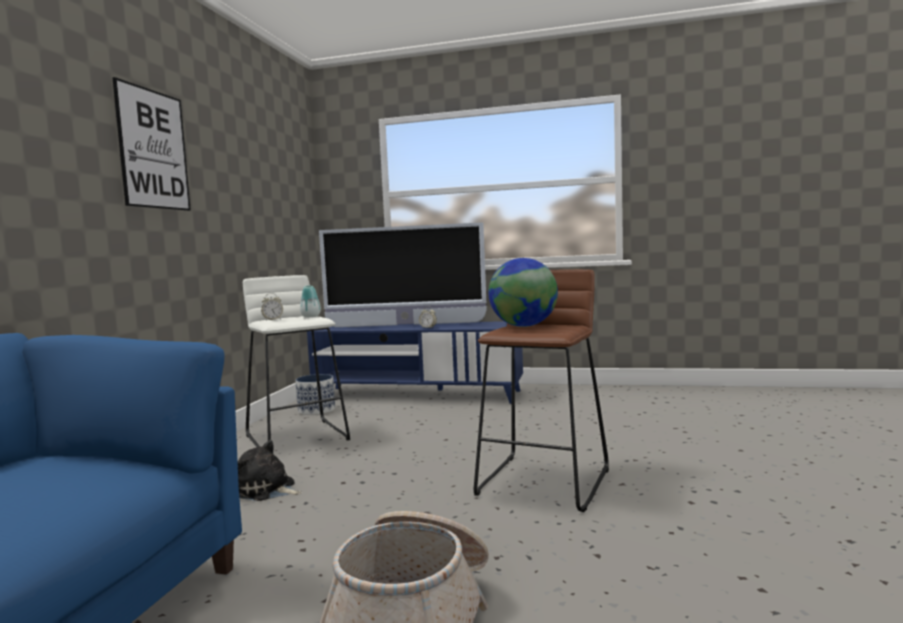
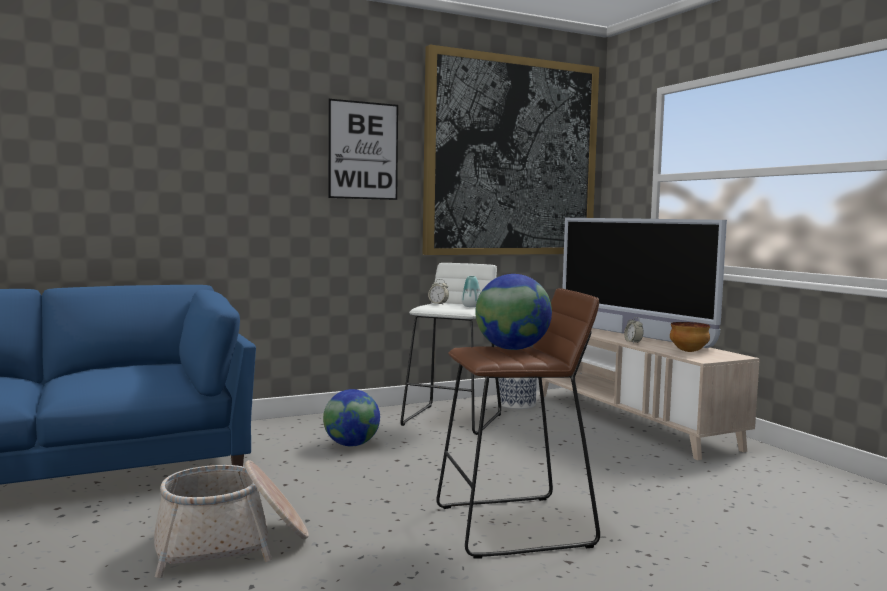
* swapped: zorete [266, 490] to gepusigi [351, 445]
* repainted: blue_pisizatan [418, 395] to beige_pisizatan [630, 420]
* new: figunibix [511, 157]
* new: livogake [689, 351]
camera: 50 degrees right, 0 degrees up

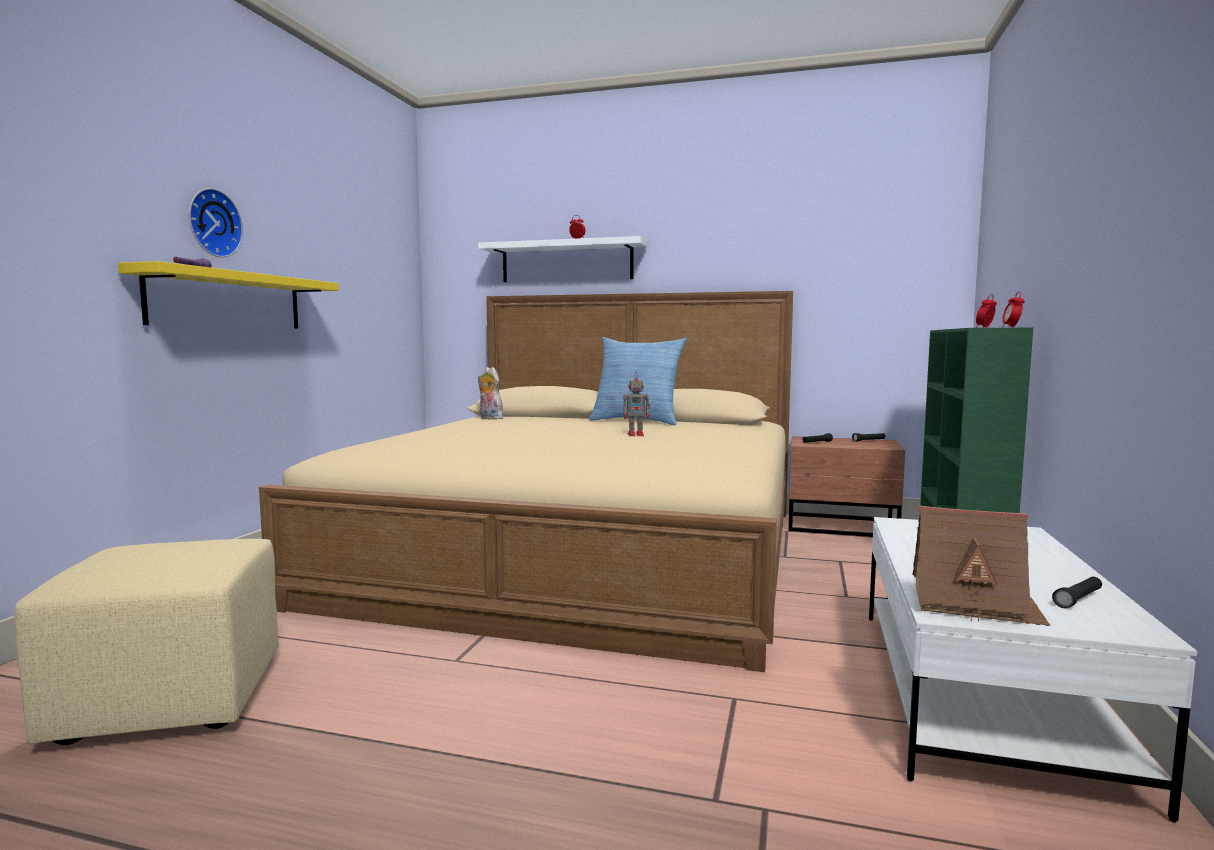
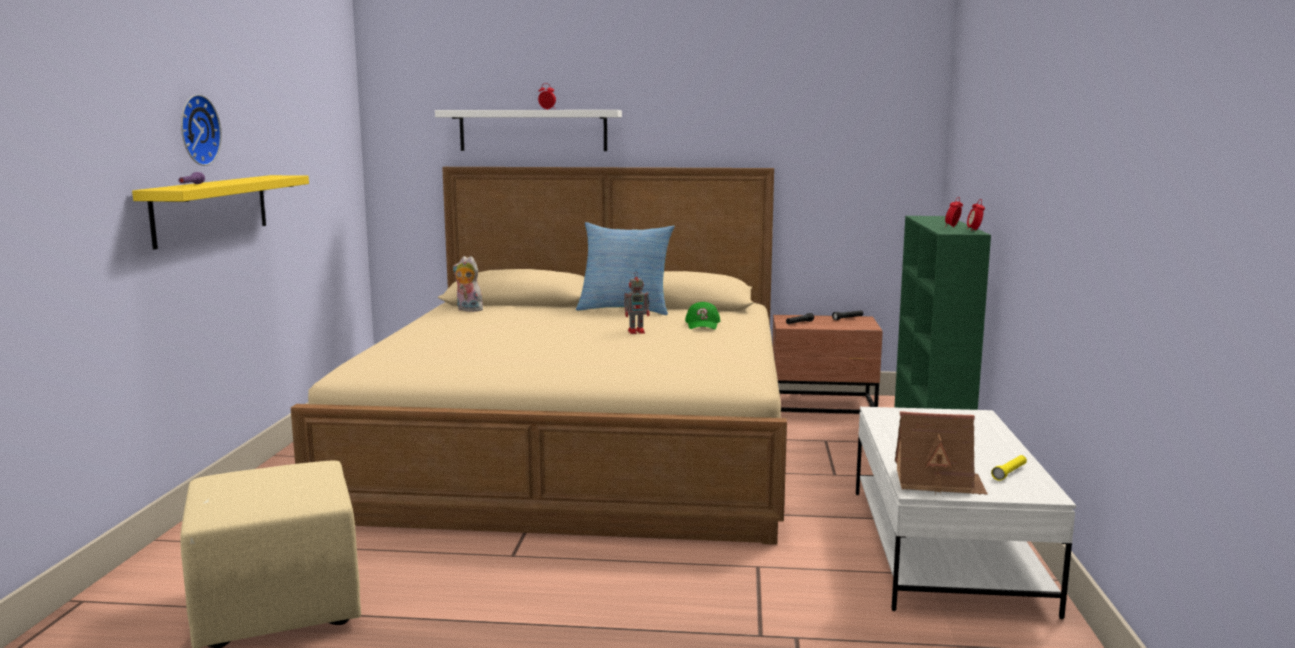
* repainted: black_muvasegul [1078, 599] to yellow_muvasegul [1009, 473]
* new: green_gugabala [703, 324]
camera: 10 degrees left, 5 degrees up

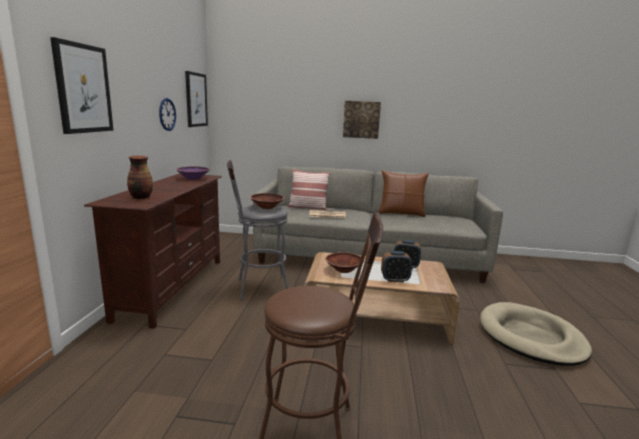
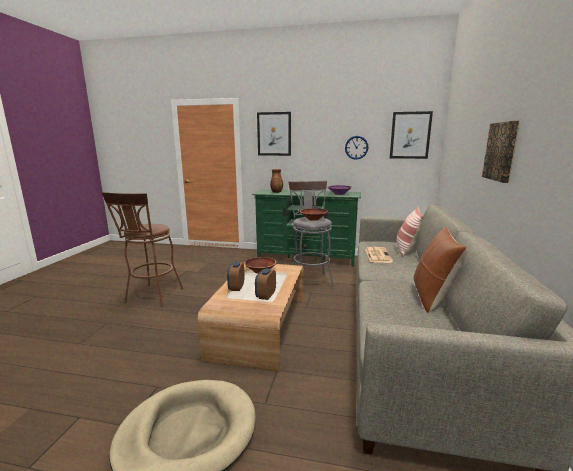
* repainted: brown_pisizatan [172, 287] to green_pisizatan [306, 258]
camera: 95 degrees right, 0 degrees up

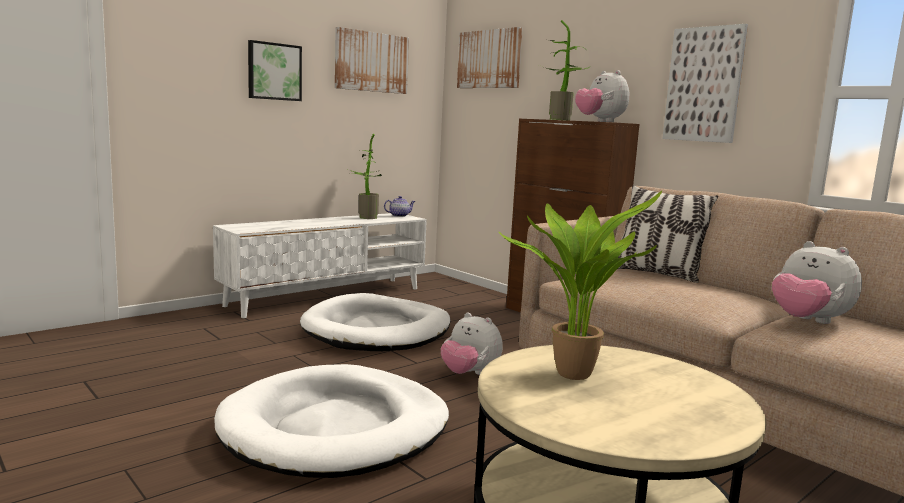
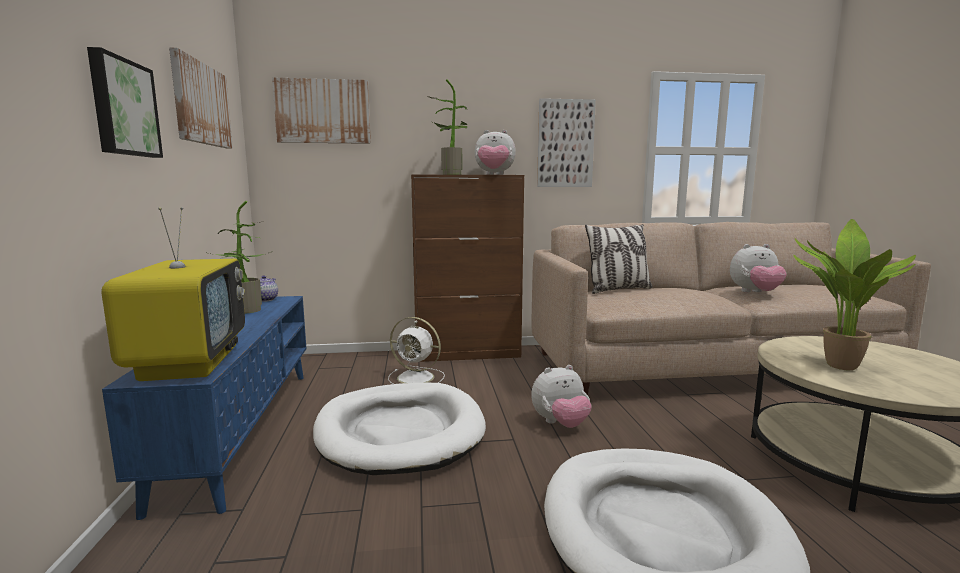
* repainted: white_pisizatan [327, 296] to blue_pisizatan [241, 429]
* new: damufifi [190, 362]
* new: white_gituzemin [417, 378]
camera: 55 degrees left, 0 degrees up

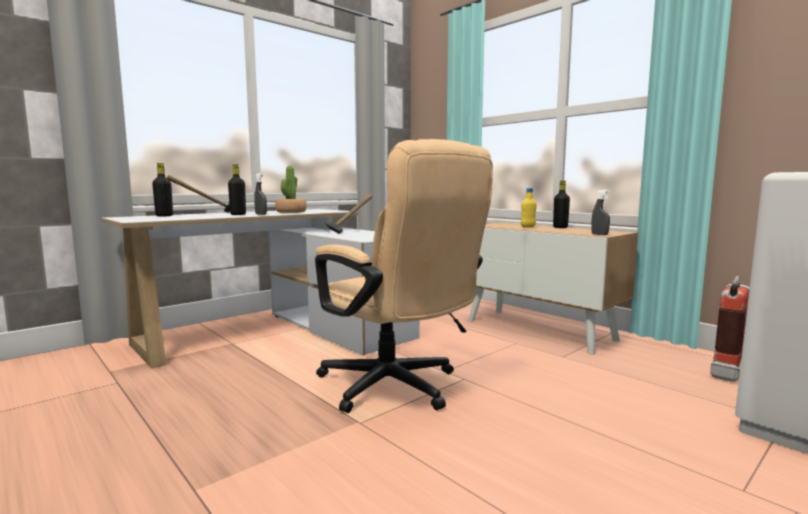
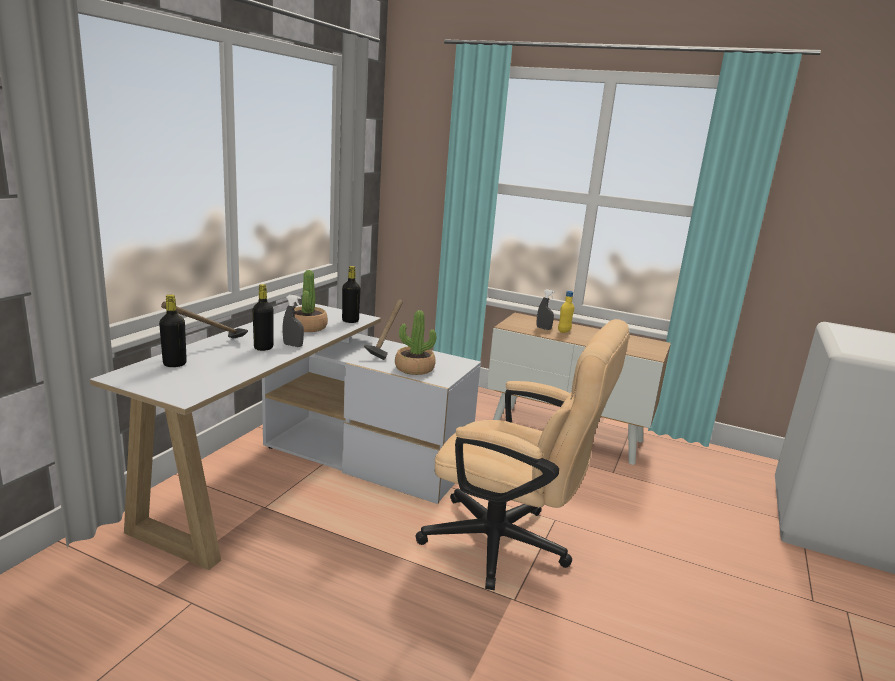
* shifted: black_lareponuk [560, 227] to [350, 321]
* shifted: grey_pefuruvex [599, 234] to [543, 328]
* gone: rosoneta [727, 372]
* new: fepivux [414, 368]
camera: 25 degrees left, 10 degrees up

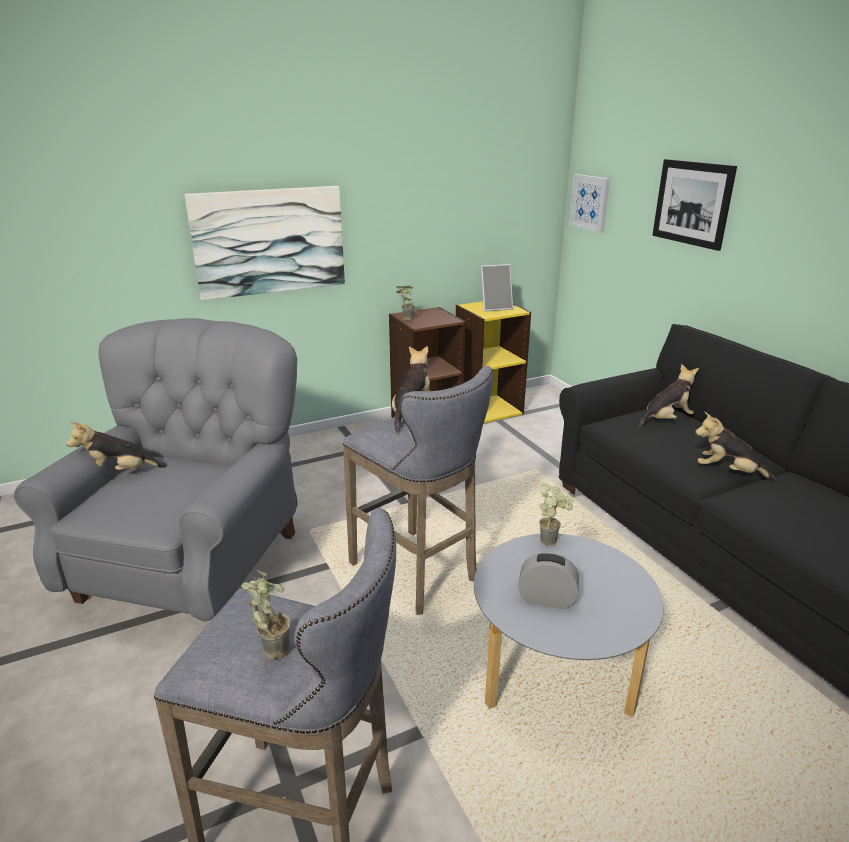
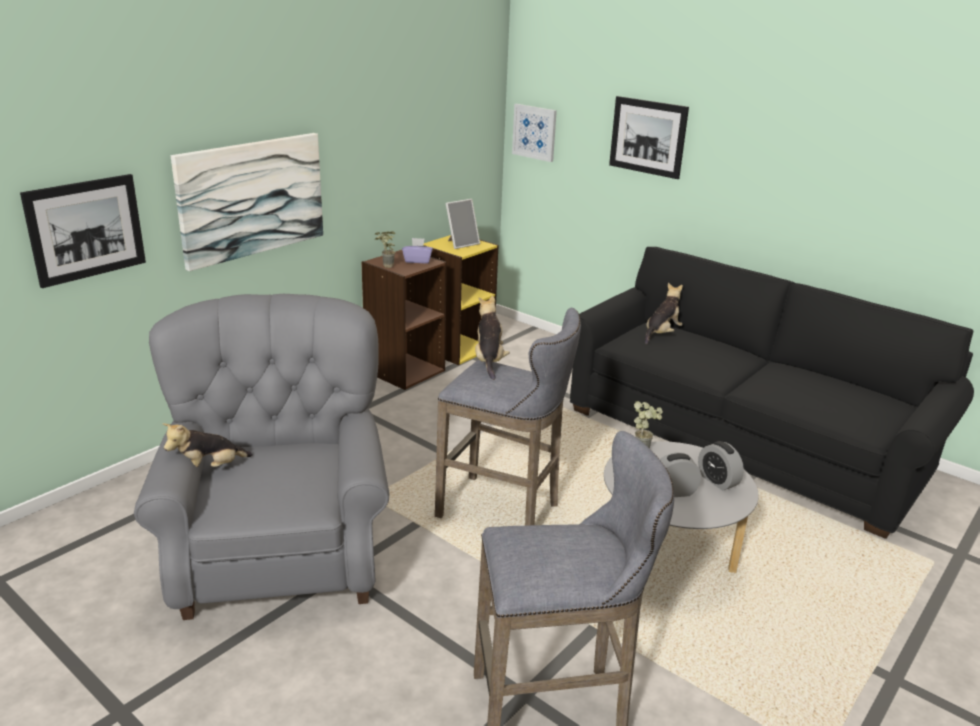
* gone: fepivux [271, 647]
* gone: zorete [728, 472]
* new: figunibix [86, 229]
* new: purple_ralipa [417, 261]
* new: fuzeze [717, 481]
camera: 25 degrees left, 0 degrees up

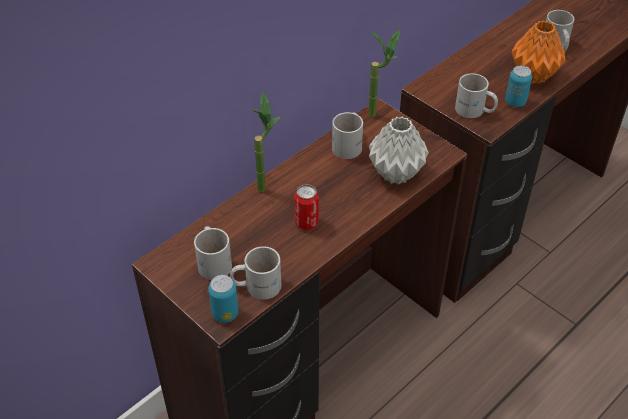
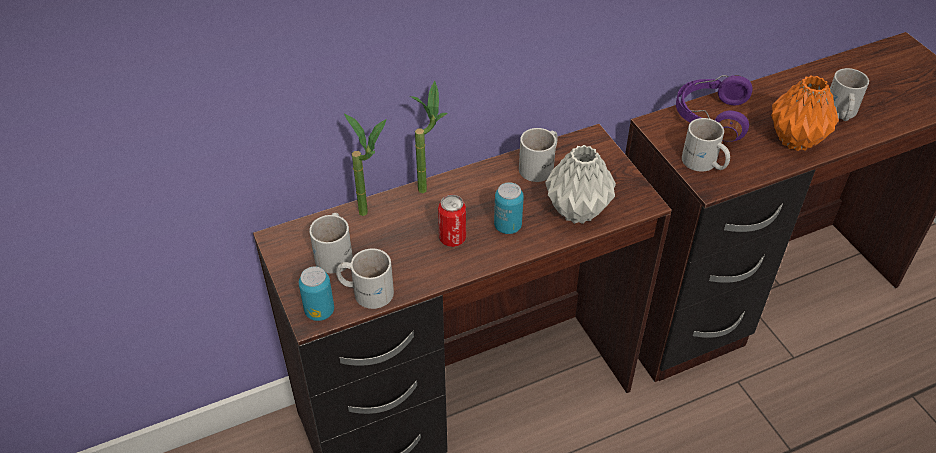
* shifted: fepivux [379, 113] to [372, 213]
* shifted: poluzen [515, 102] to [507, 226]
* new: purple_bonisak [710, 117]
camera: 20 degrees right, 0 degrees up

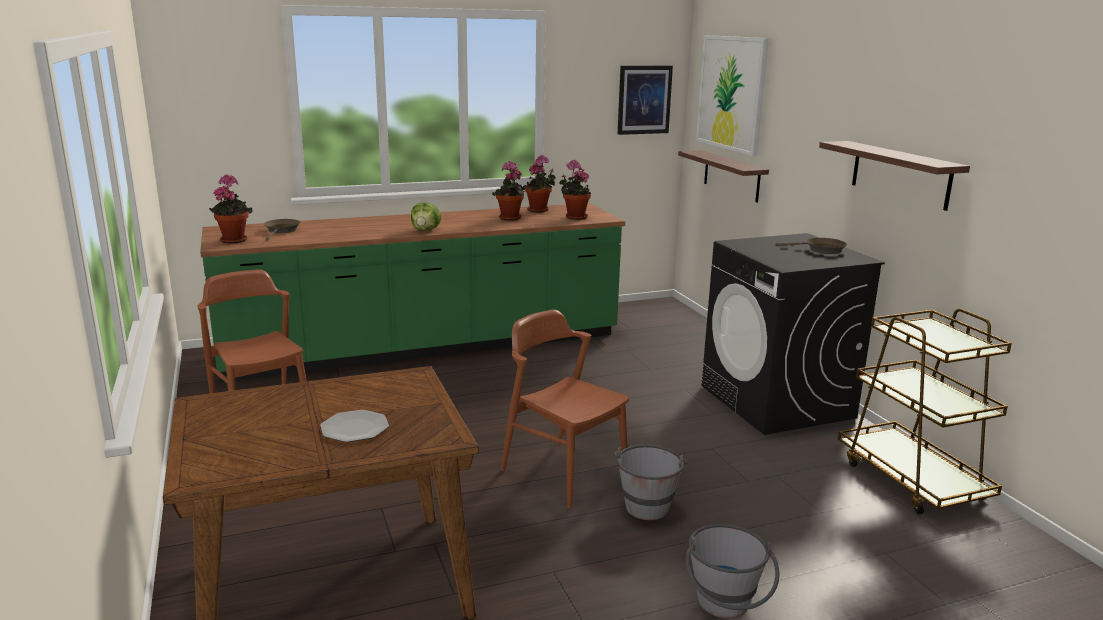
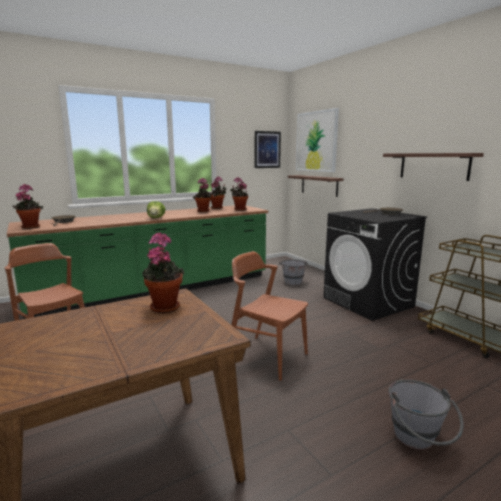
* gone: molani [355, 428]
* shifted: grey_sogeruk [647, 503] to [292, 281]
* new: fepivux [164, 306]
camera: 10 degrees left, 5 degrees down

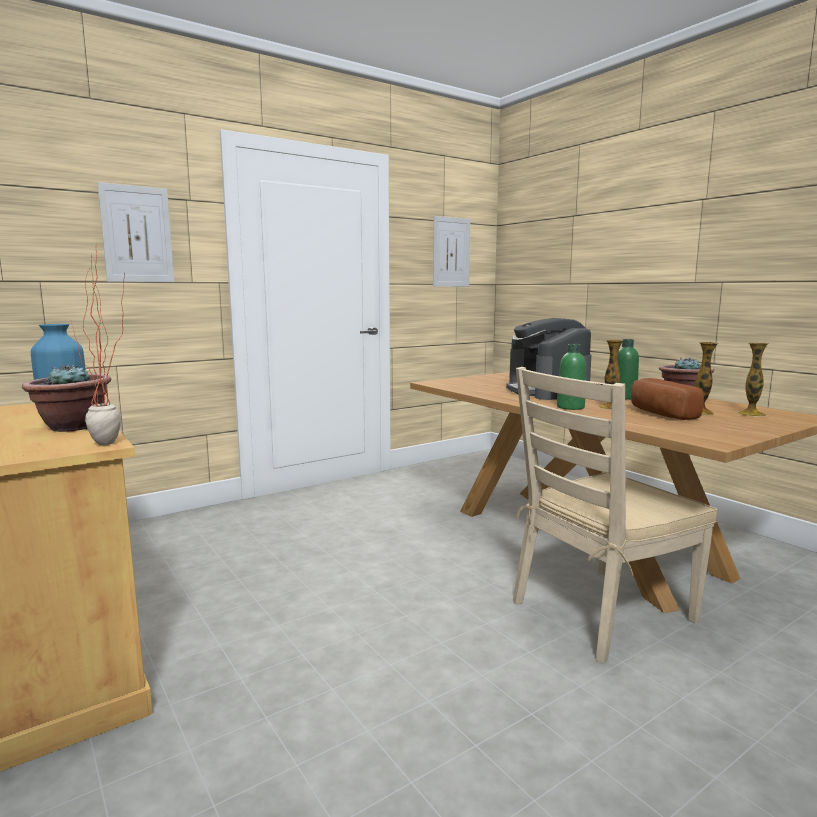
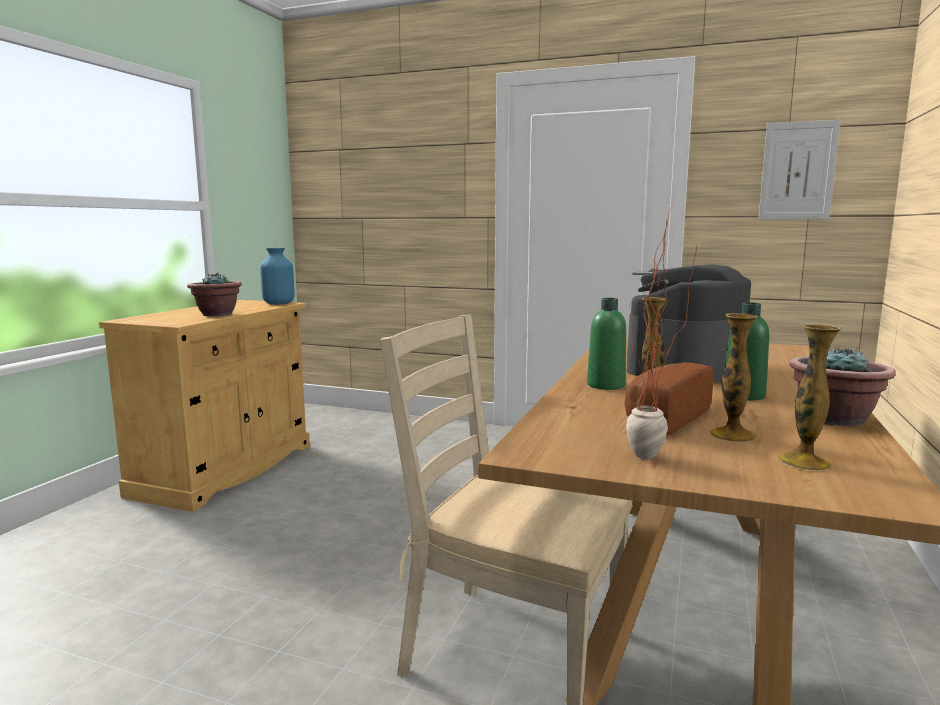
* shifted: fepivux [112, 445] to [650, 461]
* gone: figunibix [137, 234]
camera: 55 degrees right, 0 degrees up

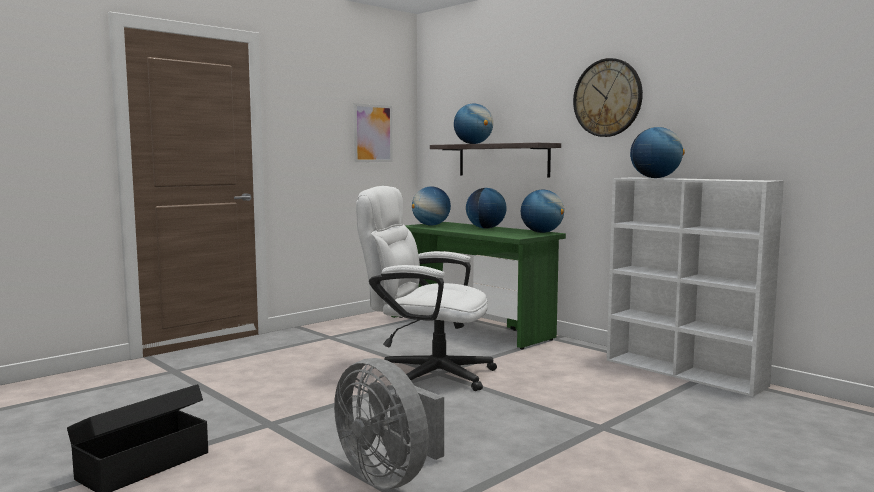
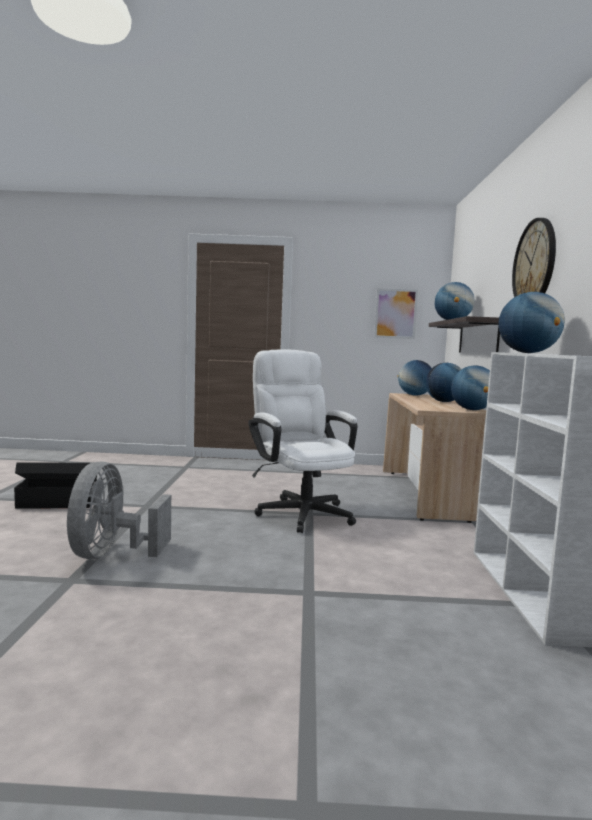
* repainted: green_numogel [472, 328] to beige_numogel [425, 494]
camera: 45 degrees right, 0 degrees up

